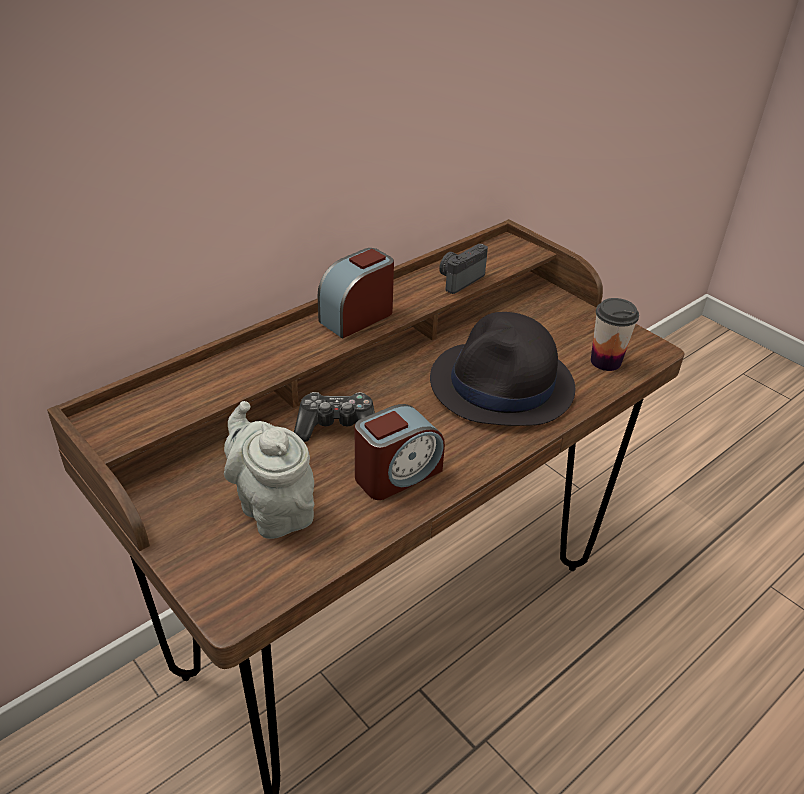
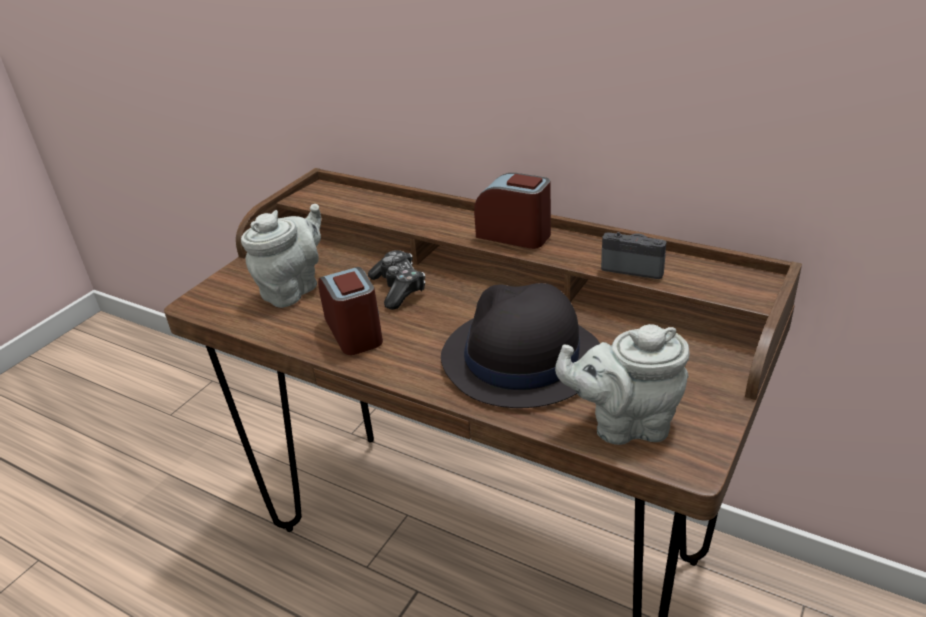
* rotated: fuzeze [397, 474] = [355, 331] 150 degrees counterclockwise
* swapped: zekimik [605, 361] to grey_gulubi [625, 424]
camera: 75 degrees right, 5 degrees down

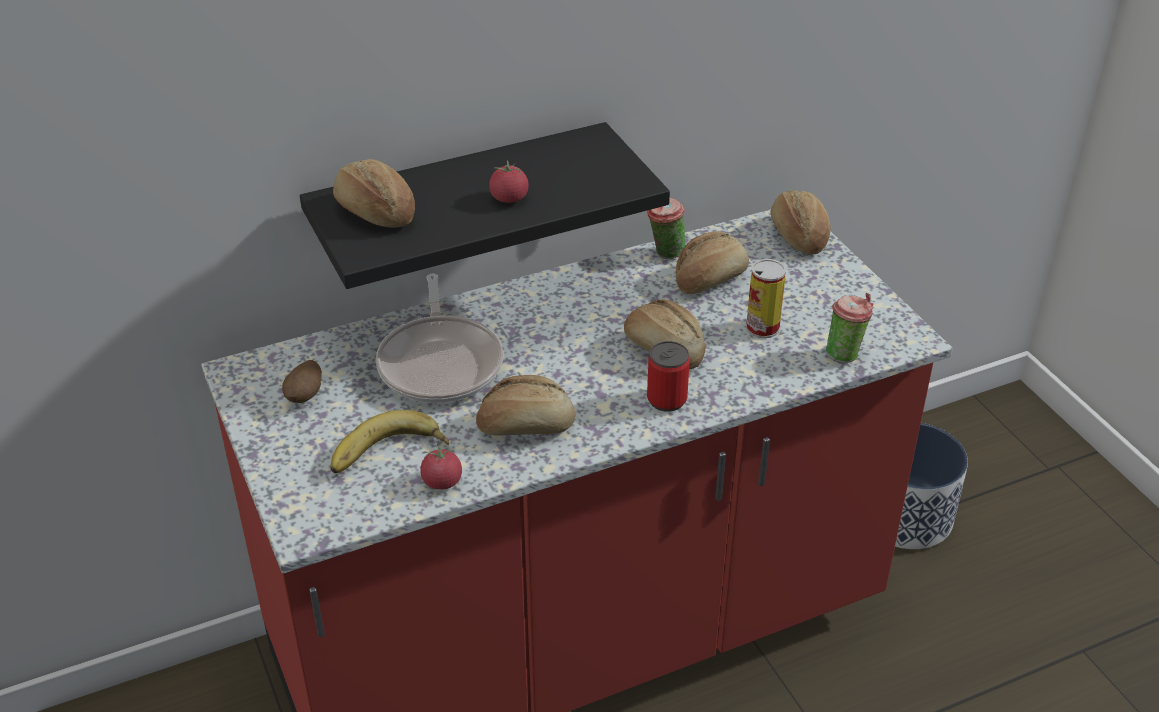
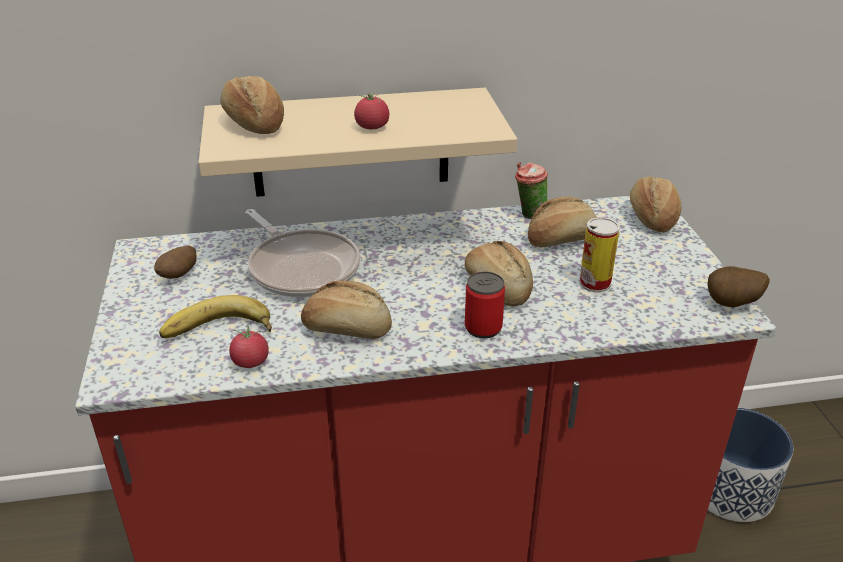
* repainted: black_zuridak [461, 206] to beige_zuridak [351, 143]
* rotated: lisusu [441, 362] = [301, 268] 45 degrees counterclockwise
* gone: zekimik [845, 354]
* new: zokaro [732, 305]
camera: 15 degrees right, 5 degrees down

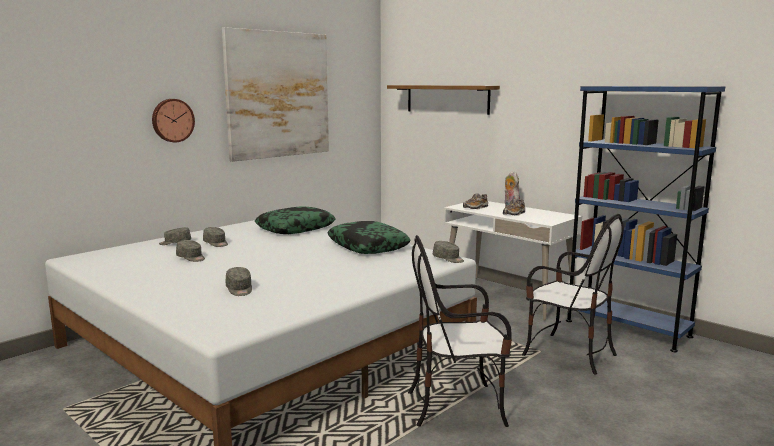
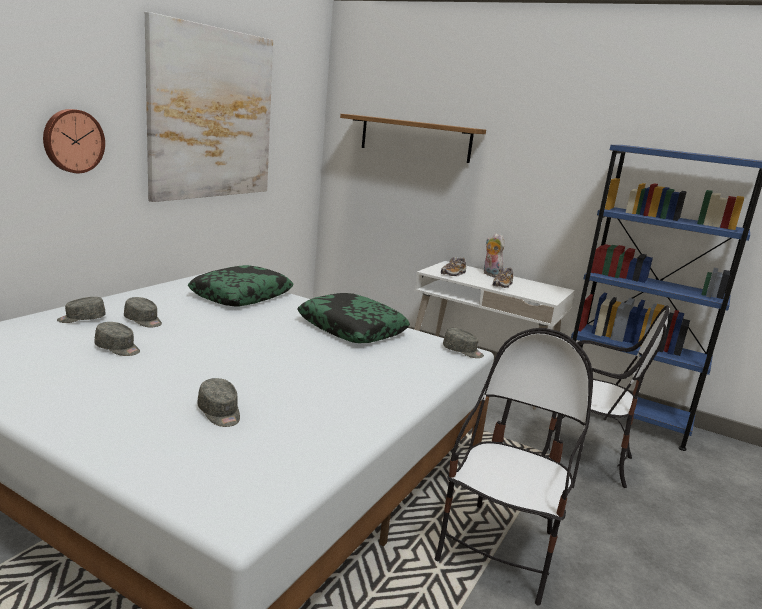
* rotated: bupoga [457, 406] = [500, 550] 135 degrees clockwise
camera: 15 degrees left, 5 degrees up

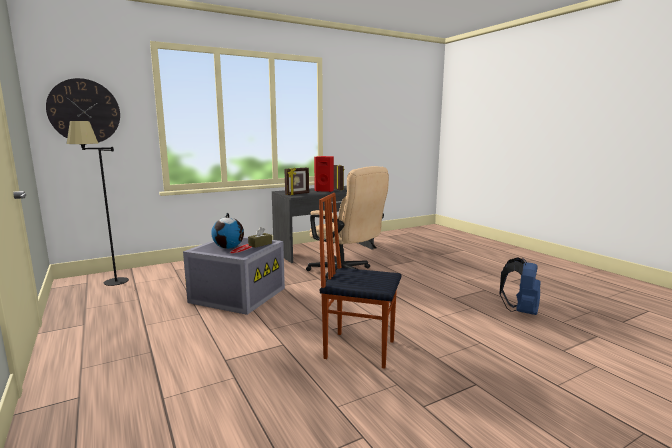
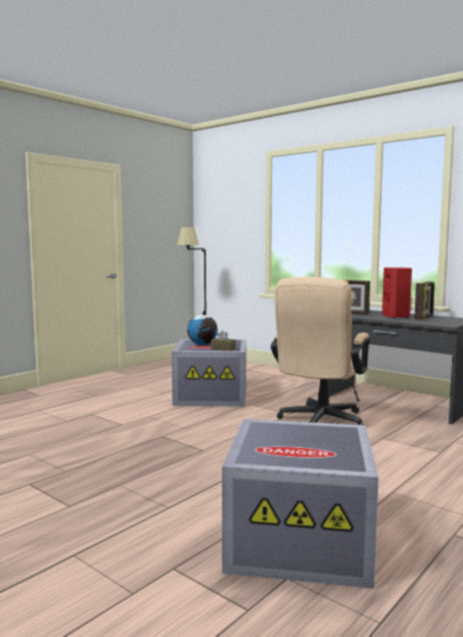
* gone: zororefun [84, 111]
* gone: bupoga [359, 348]
* swapped: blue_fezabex [521, 311] to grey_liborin [301, 539]
camera: 70 degrees right, 5 degrees down

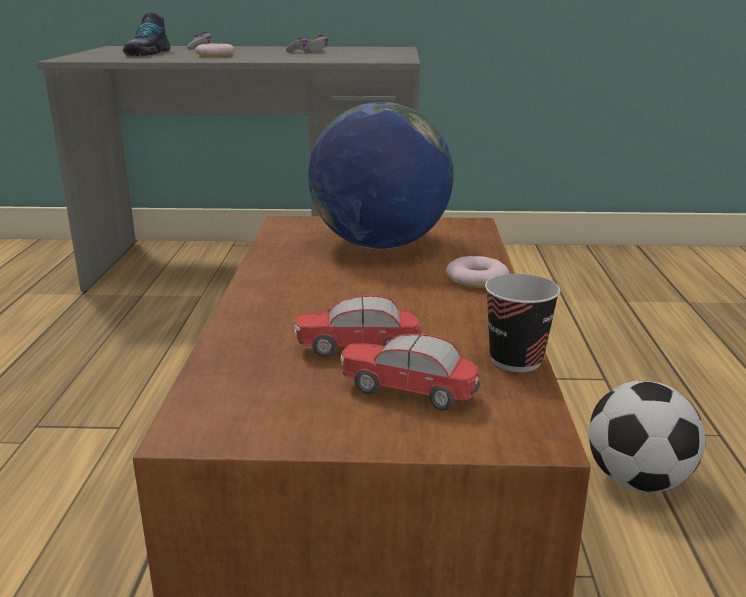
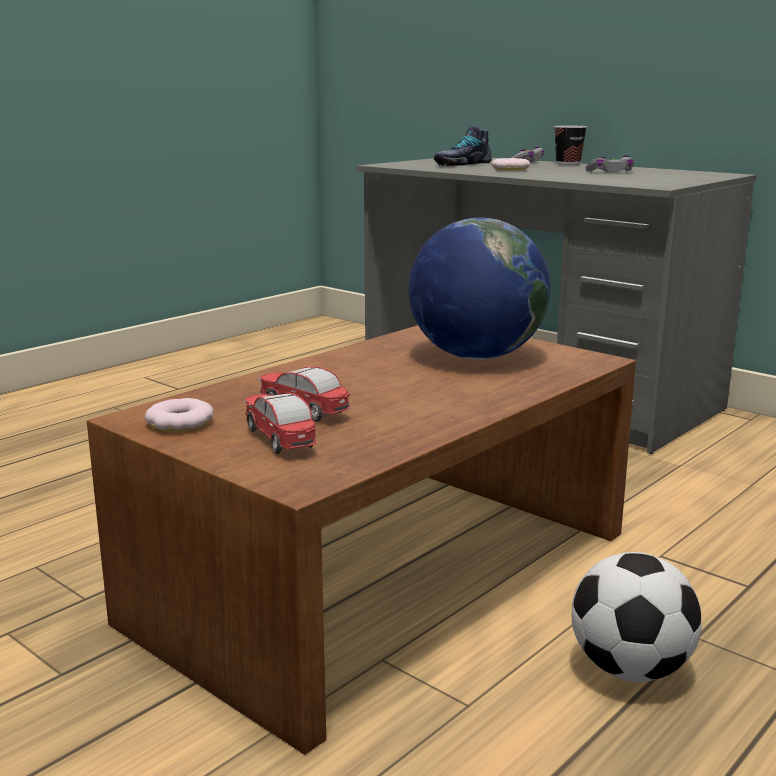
* shifted: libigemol [477, 279] to [180, 423]
* shifted: zekimik [516, 360] to [568, 164]
camera: 40 degrees right, 5 degrees down

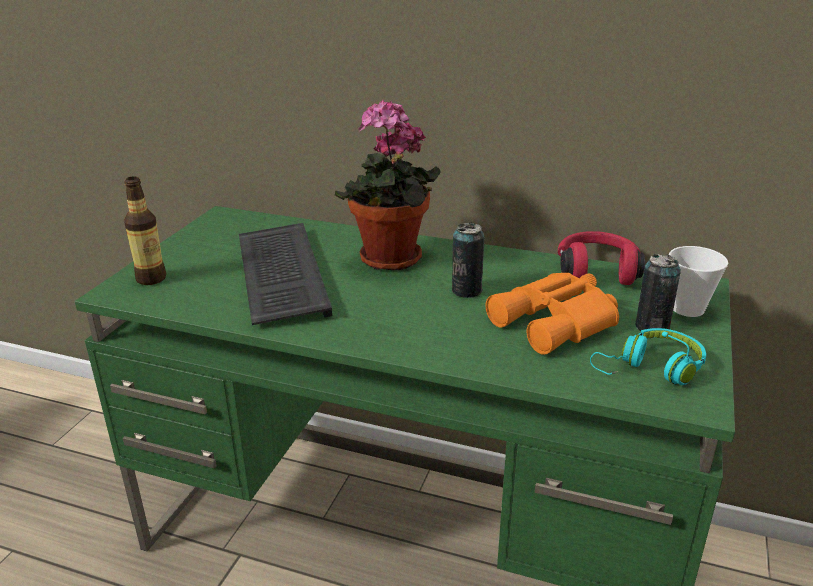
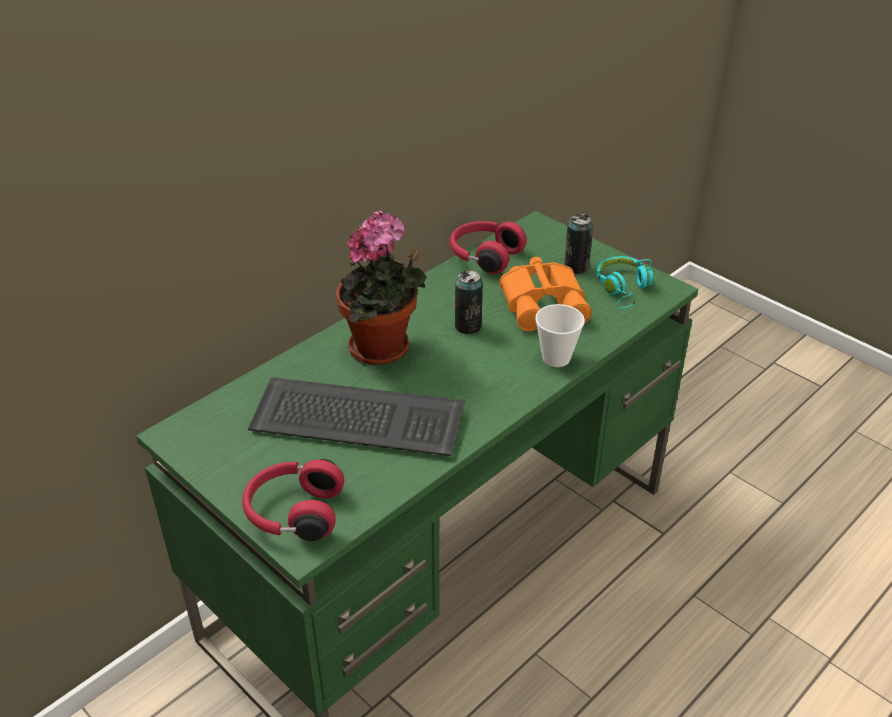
* swapped: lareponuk [151, 278] to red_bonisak [293, 513]
* shifted: zekimik [687, 308] to [556, 358]
camera: 65 degrees left, 10 degrees up

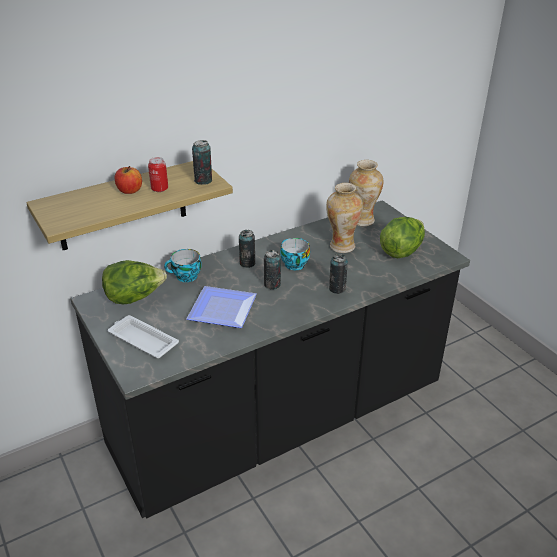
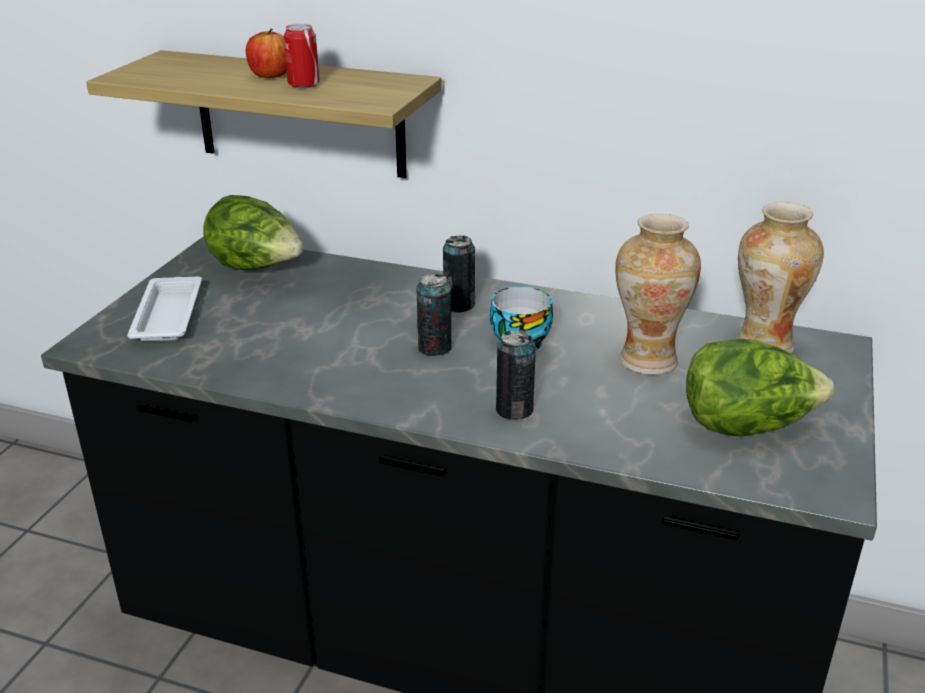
* gone: zekimik [185, 277]
* gone: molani [223, 311]
* gone: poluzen [203, 181]
camera: 50 degrees right, 5 degrees down

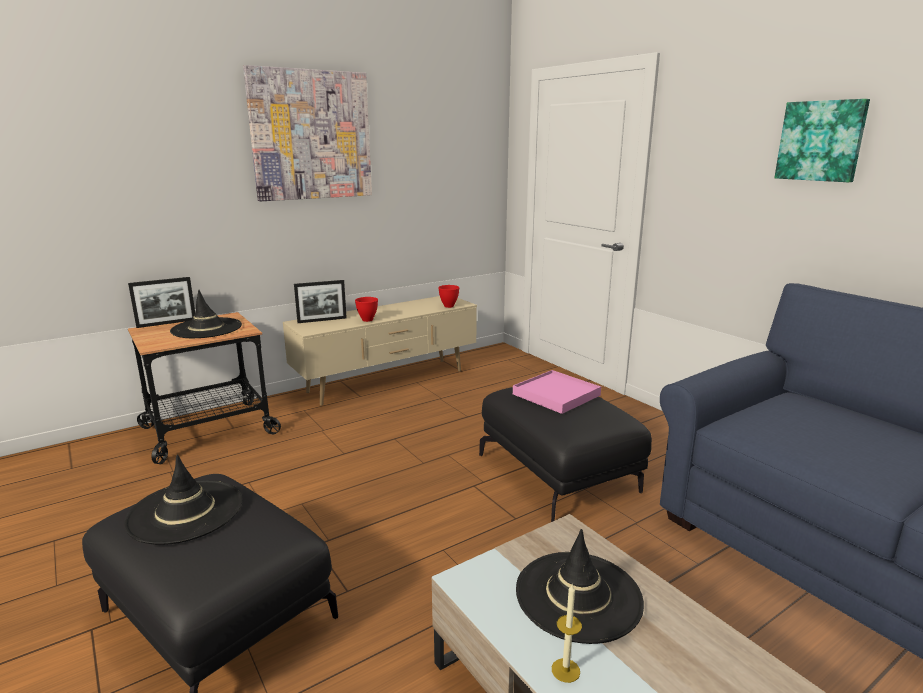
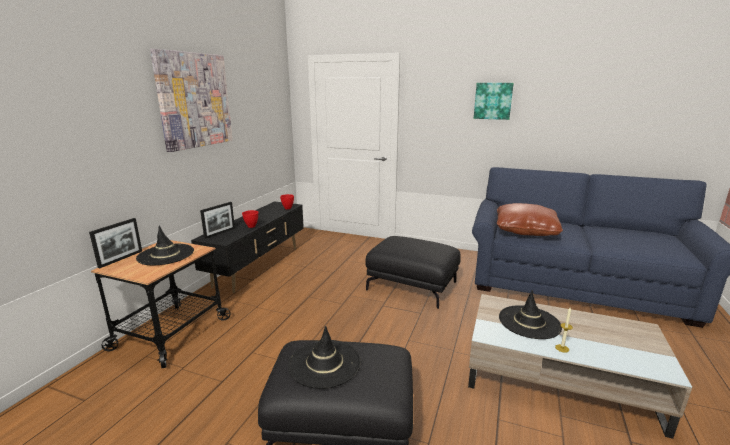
* repainted: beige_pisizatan [388, 382] to black_pisizatan [259, 266]
* gone: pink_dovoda [556, 394]
* new: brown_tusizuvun [525, 231]
camera: 35 degrees left, 0 degrees up

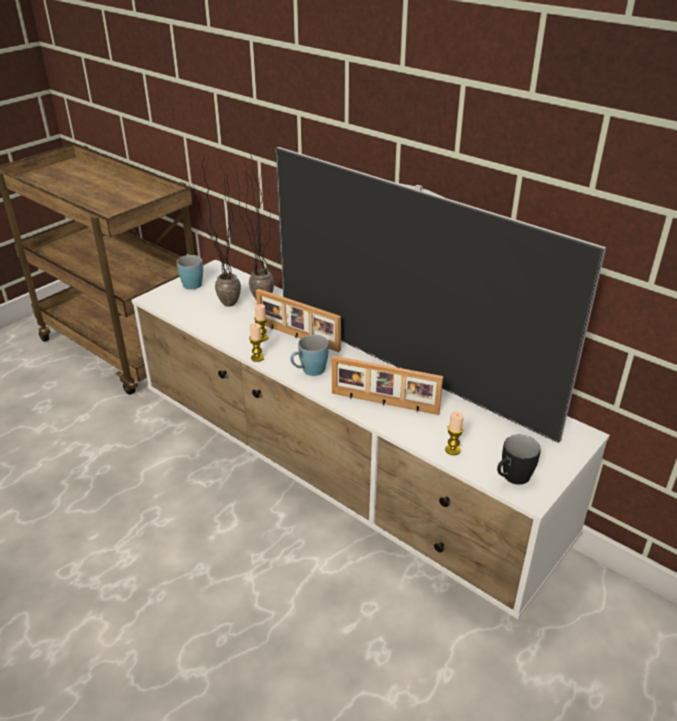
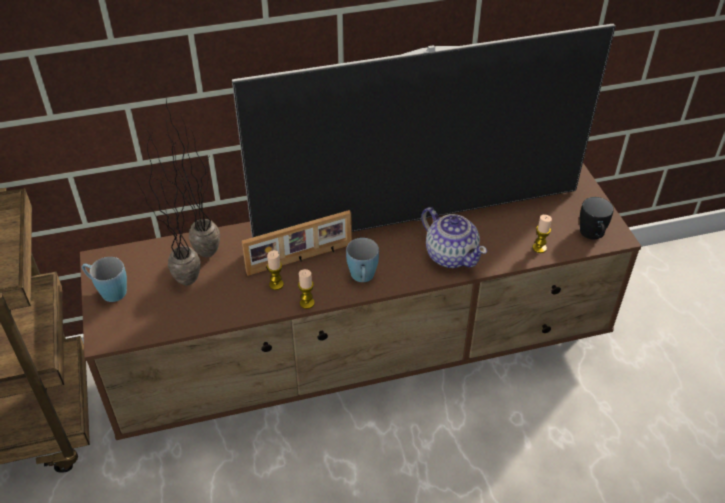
* repainted: white_pisizatan [340, 480] to brown_pisizatan [365, 358]
* swapped: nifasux [384, 403] to gulubi [451, 255]
camera: 55 degrees left, 10 degrees up

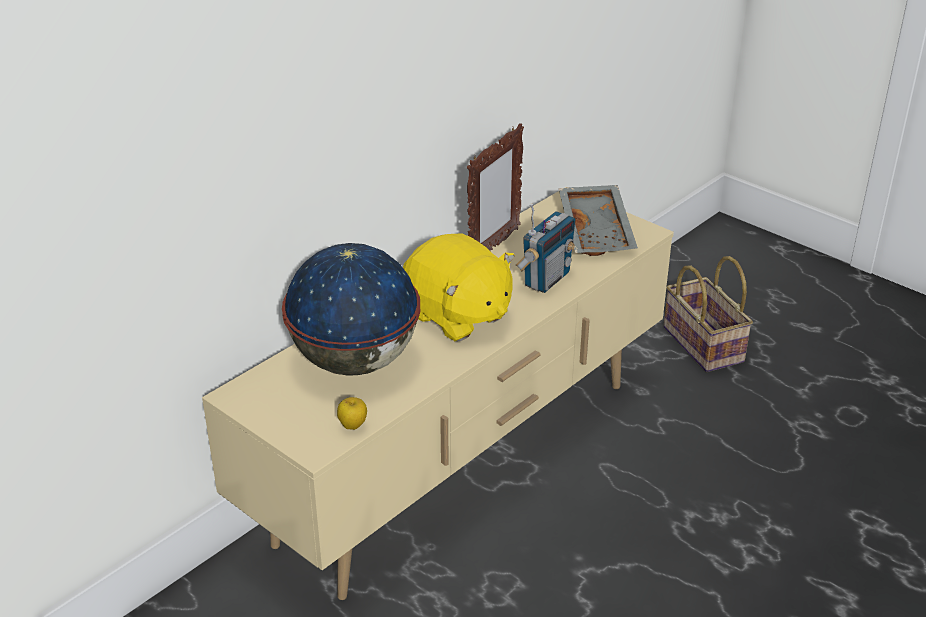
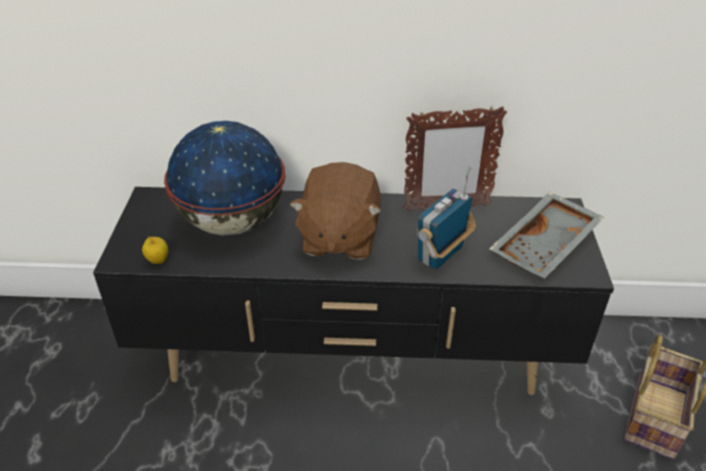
* repainted: beige_pisizatan [462, 462] to black_pisizatan [354, 357]
* repainted: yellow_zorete [457, 316] to brown_zorete [338, 238]
* rotated: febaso [546, 279] = [441, 254] 135 degrees clockwise
camera: 50 degrees right, 5 degrees up

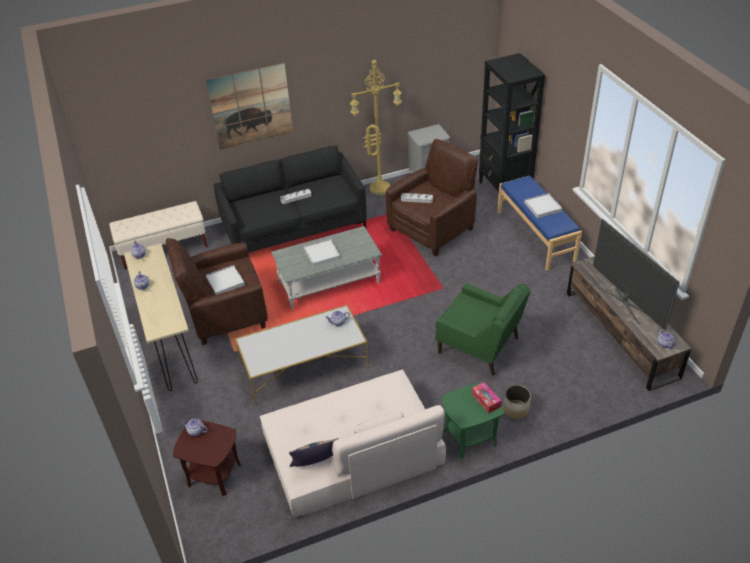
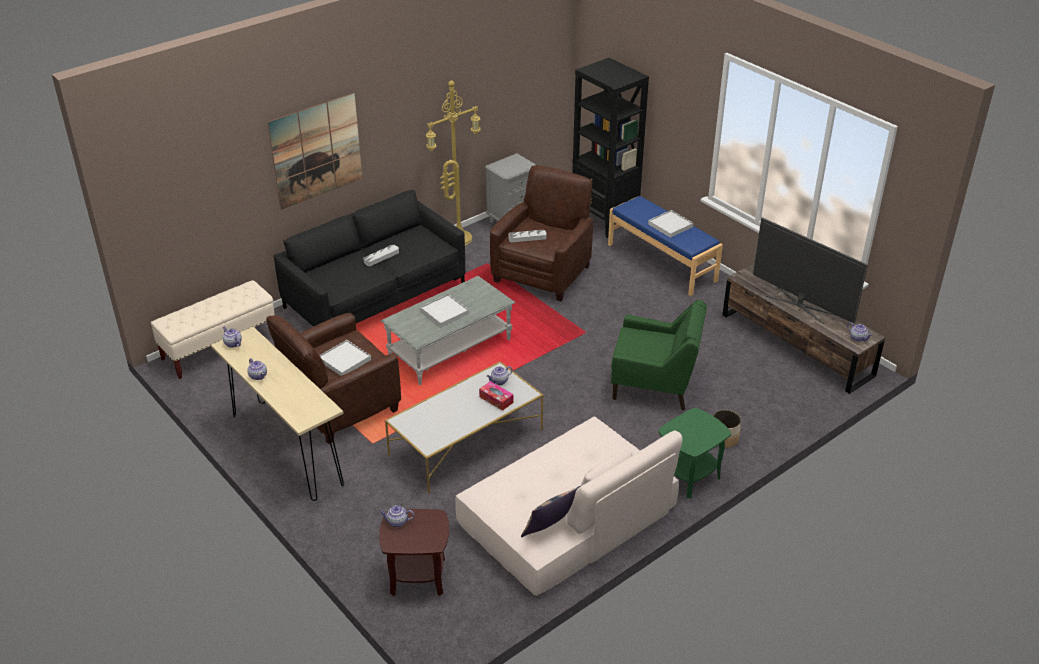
* shifted: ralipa [486, 400] to [496, 399]
camera: 20 degrees left, 5 degrees down

